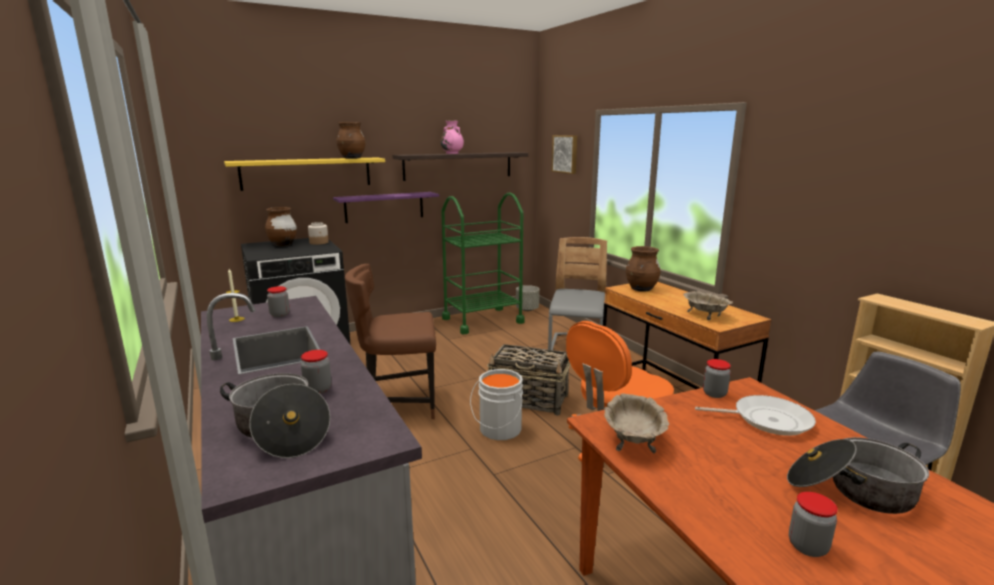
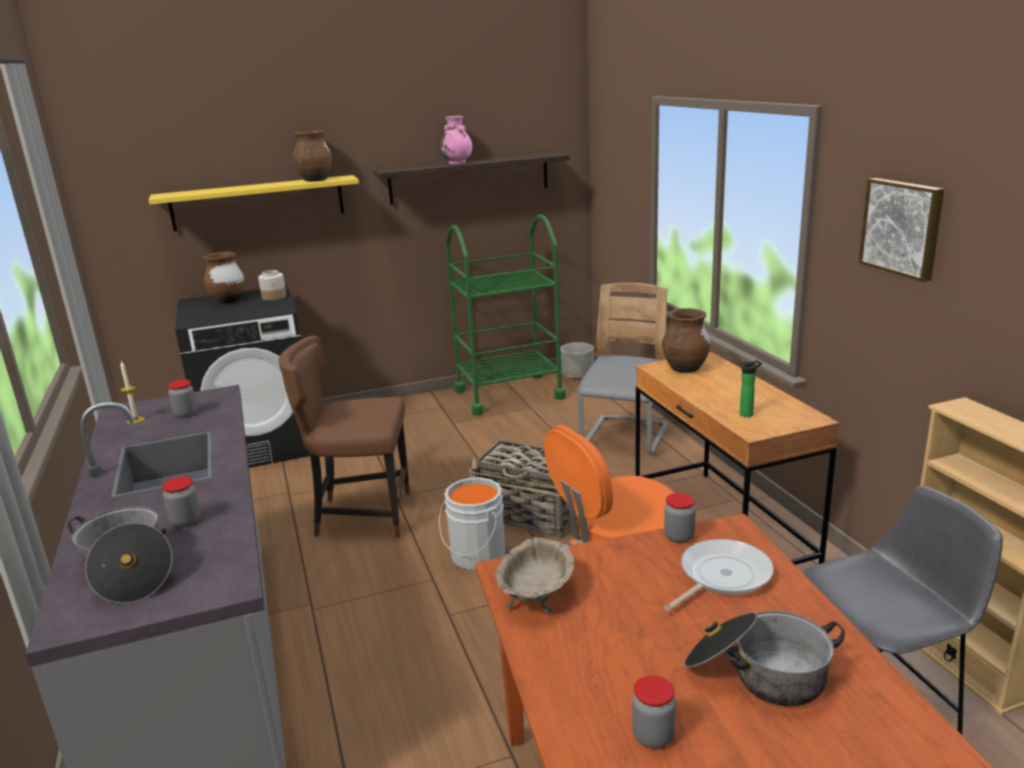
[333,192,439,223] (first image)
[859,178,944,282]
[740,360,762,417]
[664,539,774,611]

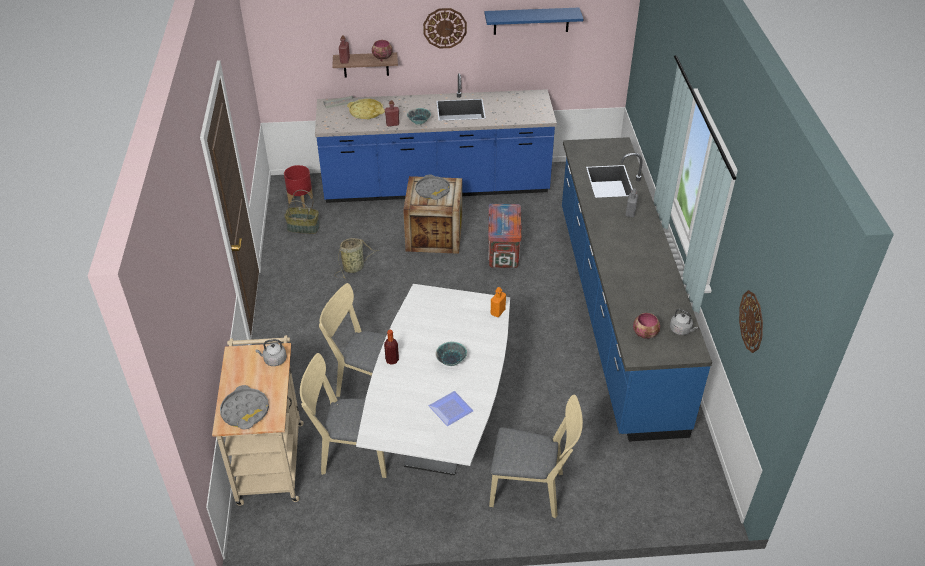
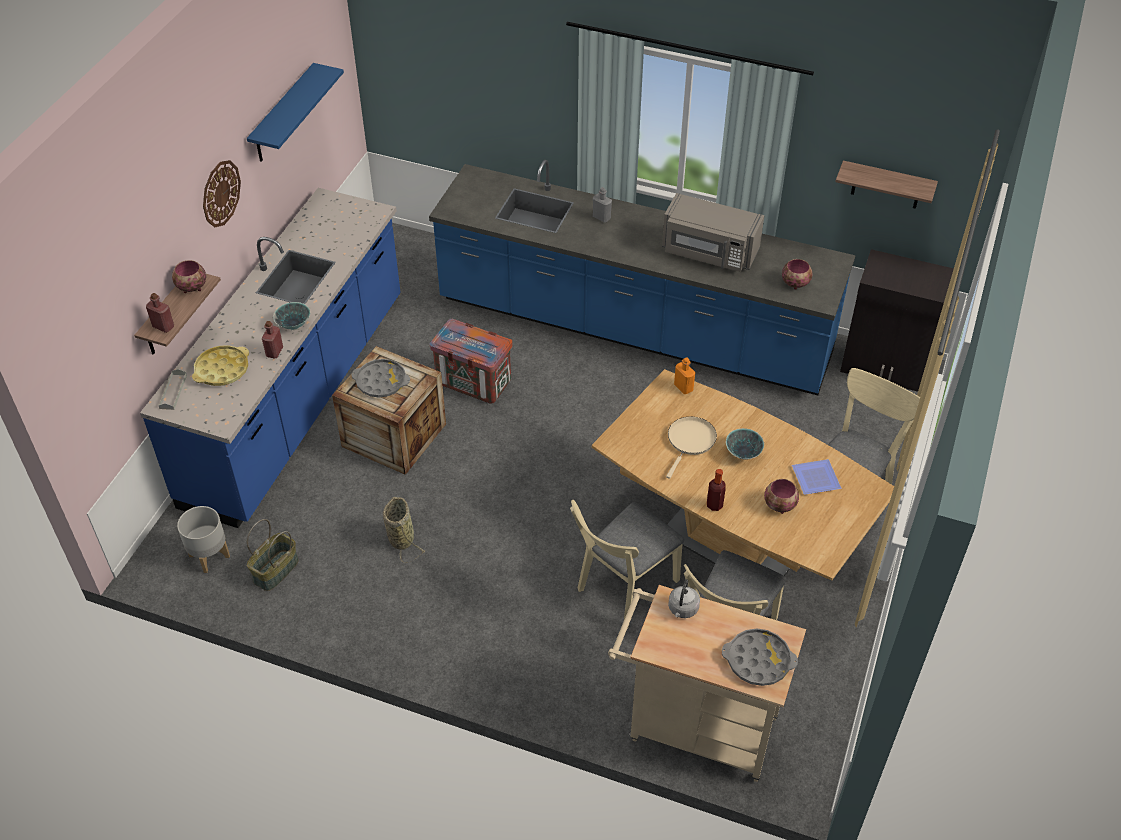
[177,506,230,573]
[592,369,894,580]
[670,309,698,335] (first image)
[835,161,938,209]
[662,193,764,272]
[666,417,717,479]
[764,479,799,514]
[840,249,954,392]

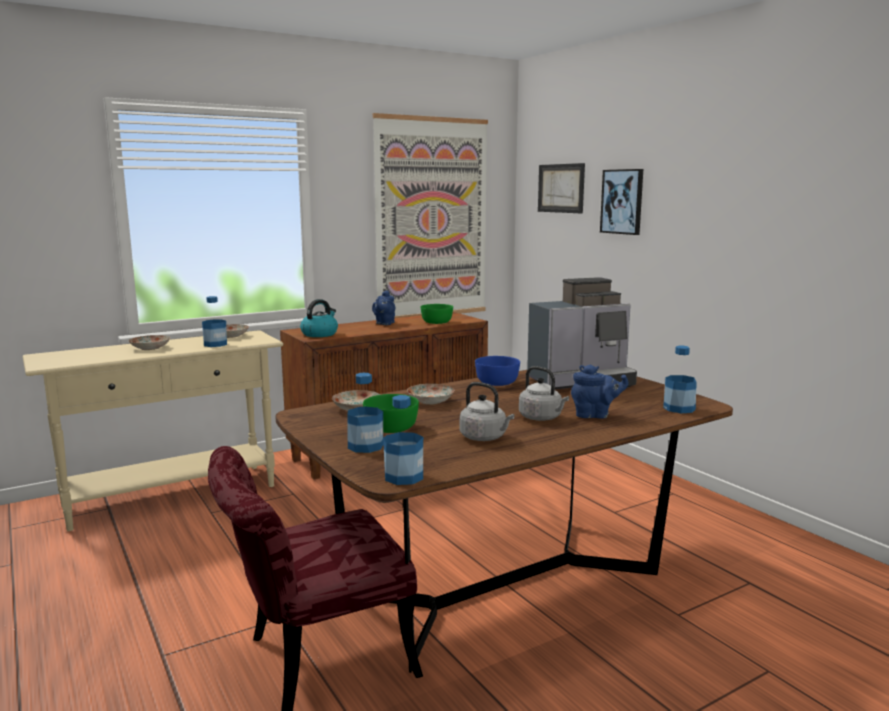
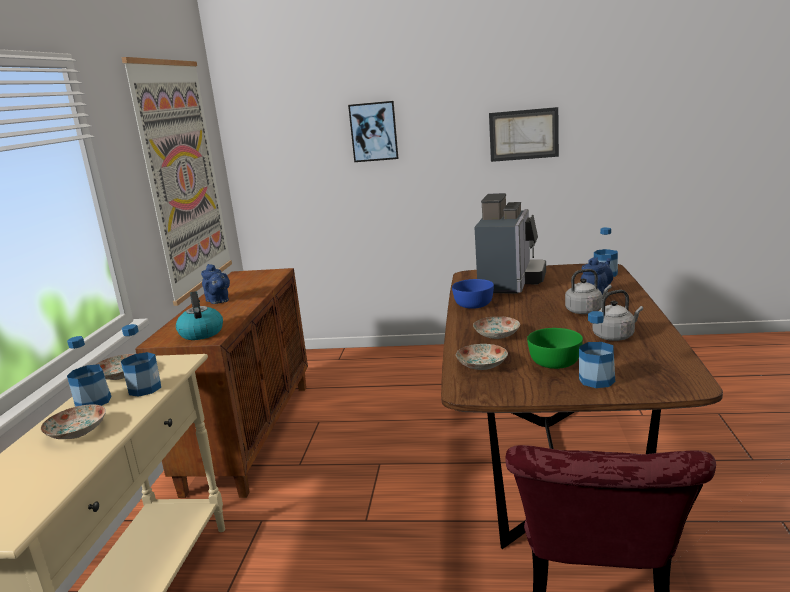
[67,336,112,407]
[421,304,453,324] (first image)
[489,107,559,162]

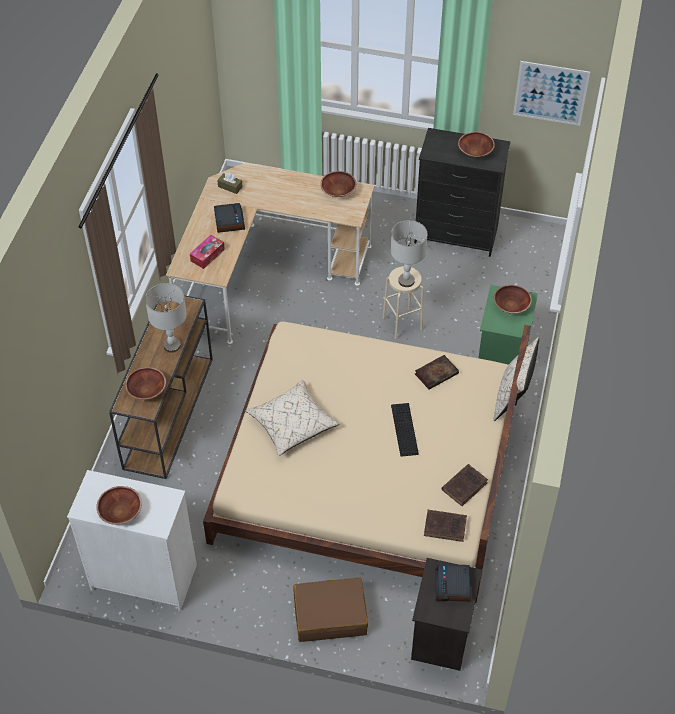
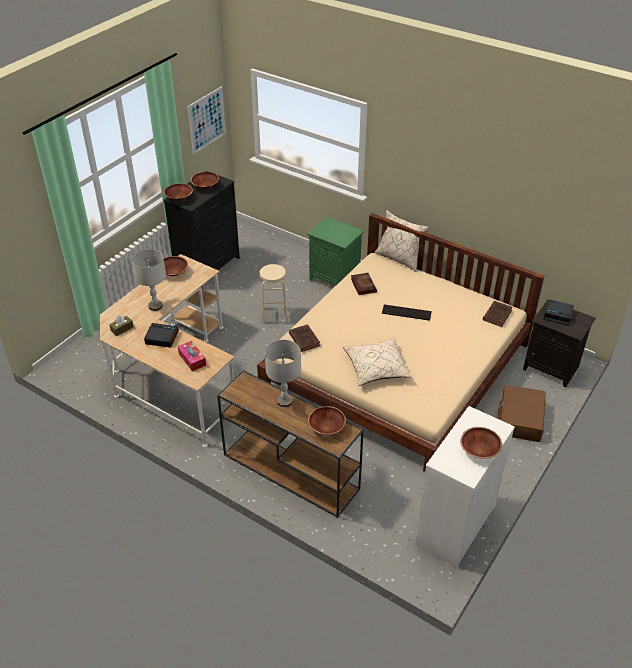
[132,249,166,311]
[289,324,320,352]
[164,183,193,202]

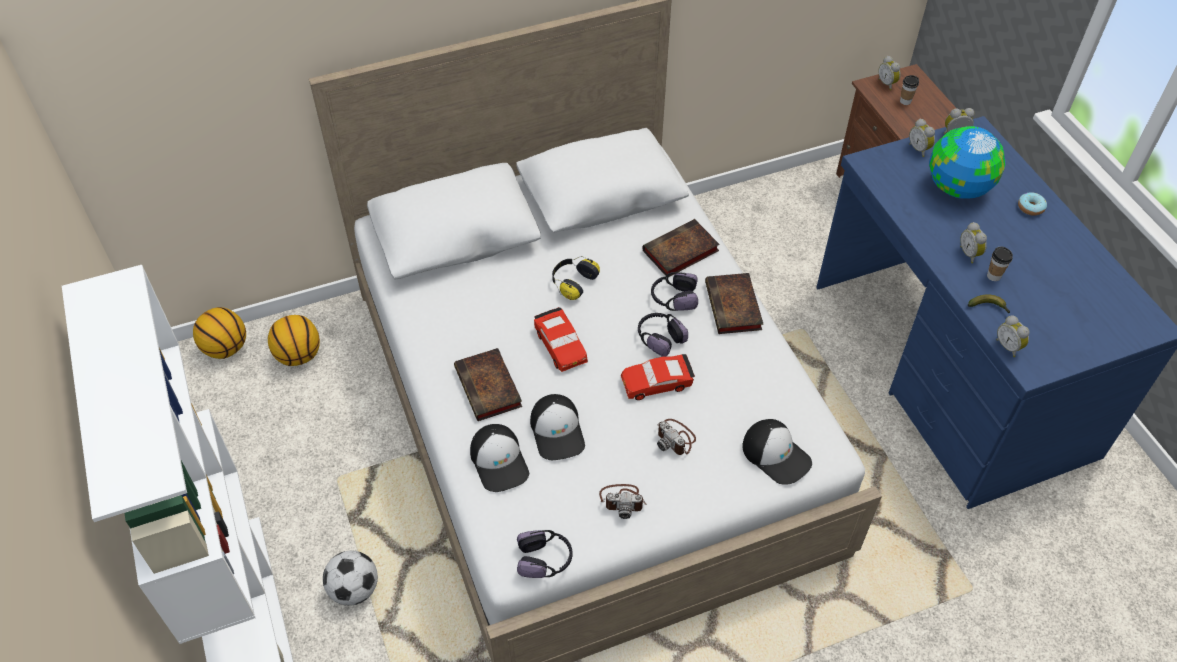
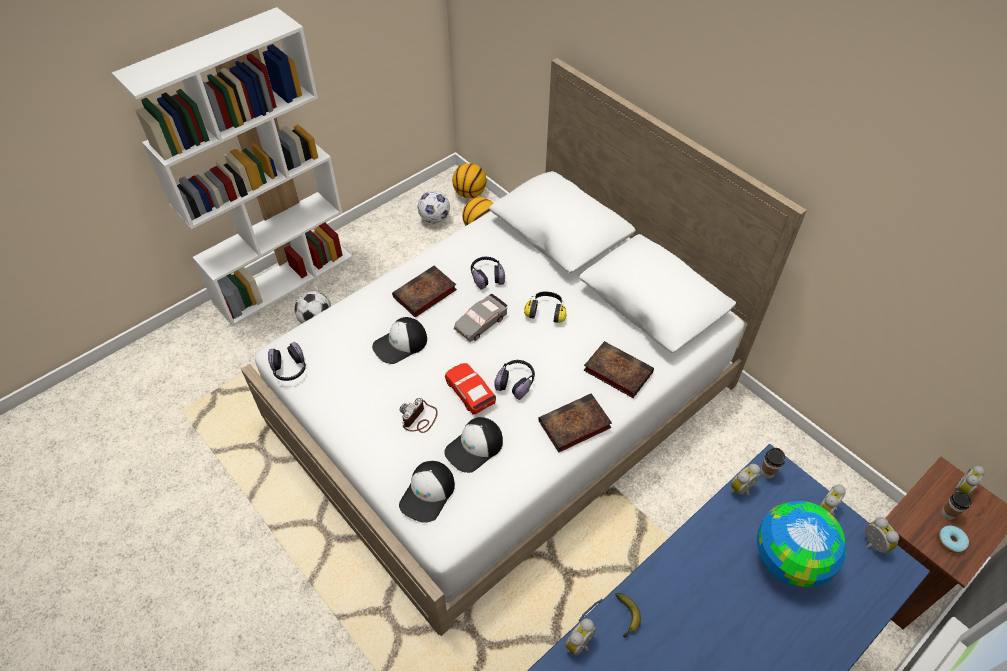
[444,417,503,473]
[454,294,508,342]
[599,484,647,519] (first image)
[471,257,505,290]
[730,464,760,496]
[760,448,785,479]
[938,526,969,553]
[418,191,450,223]

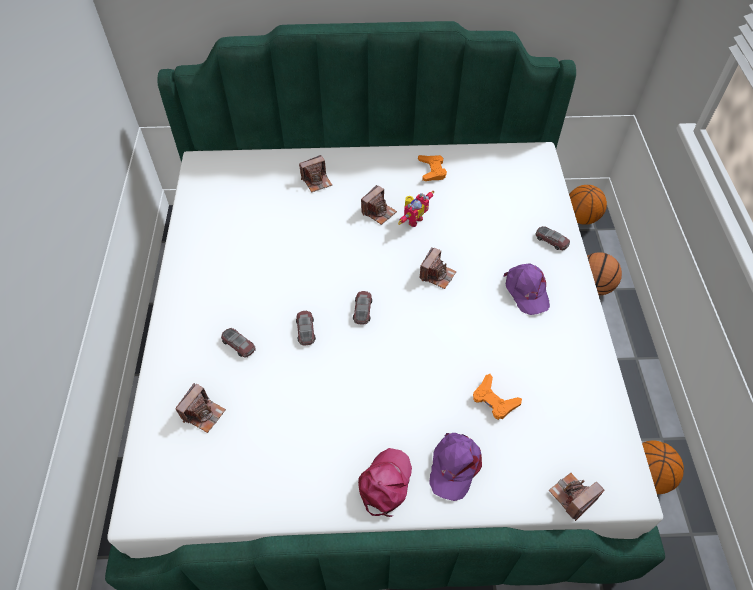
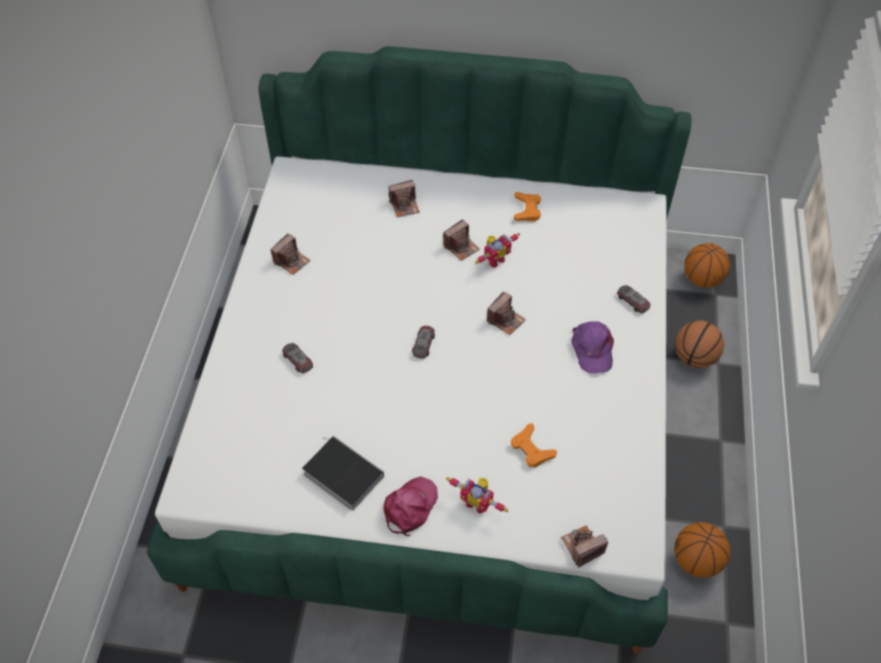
[270,233,310,275]
[296,311,316,346] (first image)
[446,477,509,514]
[302,436,384,511]

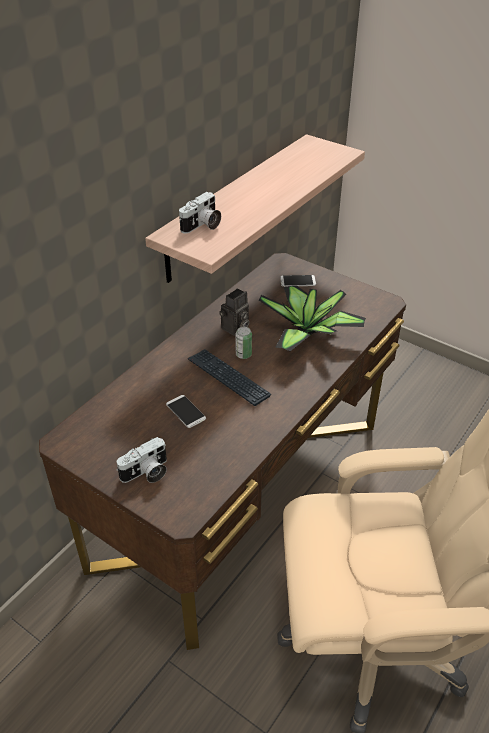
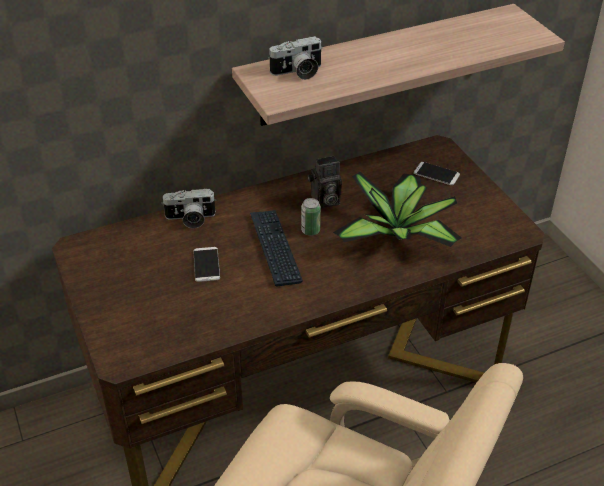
[161,189,216,228]

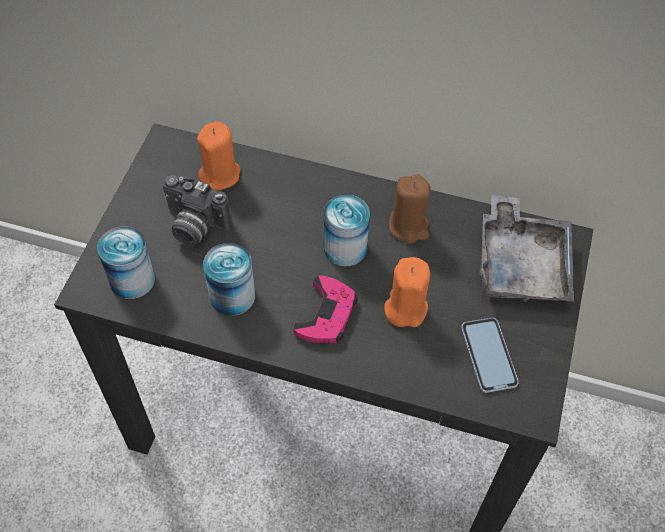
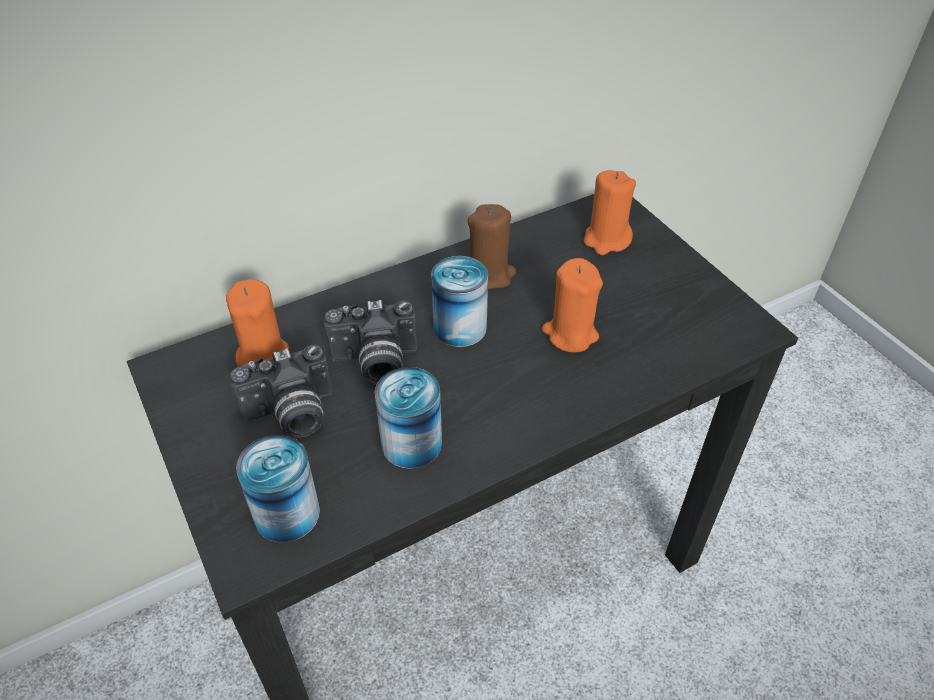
[293,276,358,343] (first image)
[461,318,519,393] (first image)
[584,170,636,255]
[324,300,417,384]

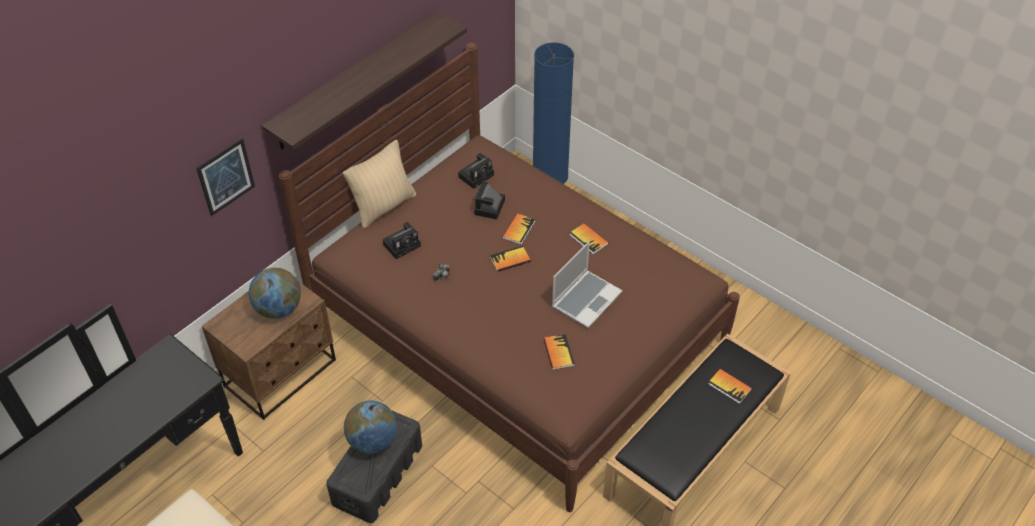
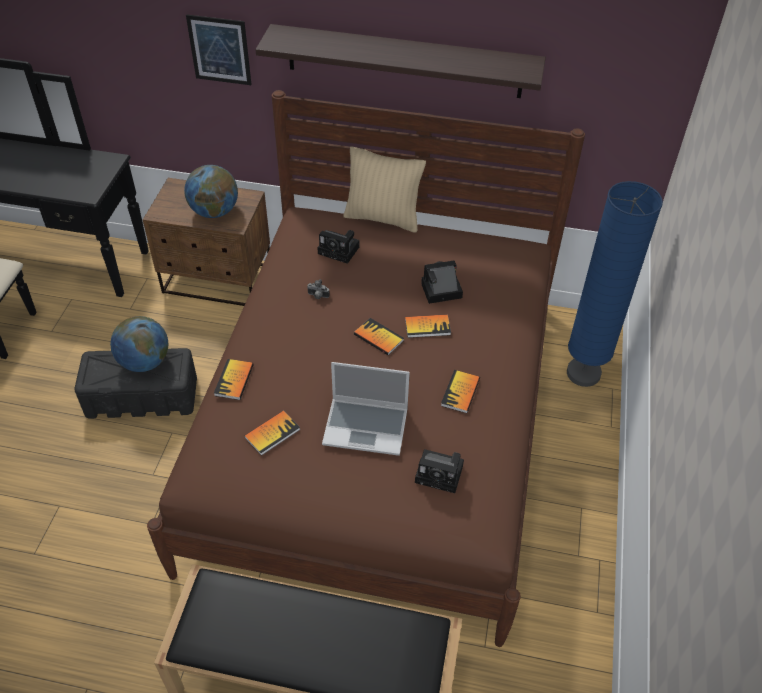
[415,449,464,493]
[214,359,254,400]

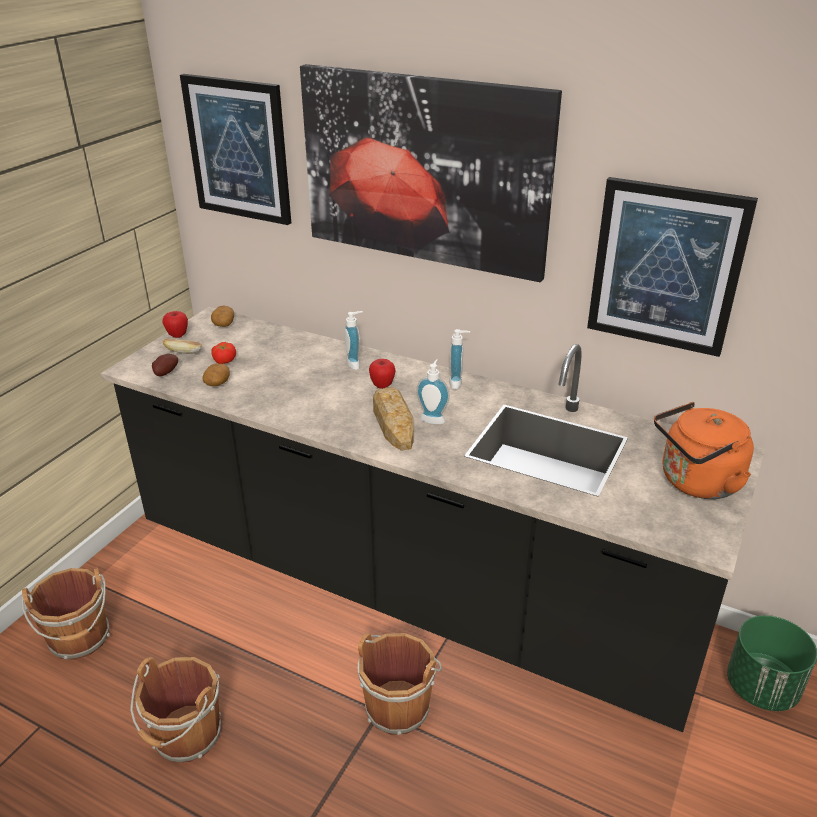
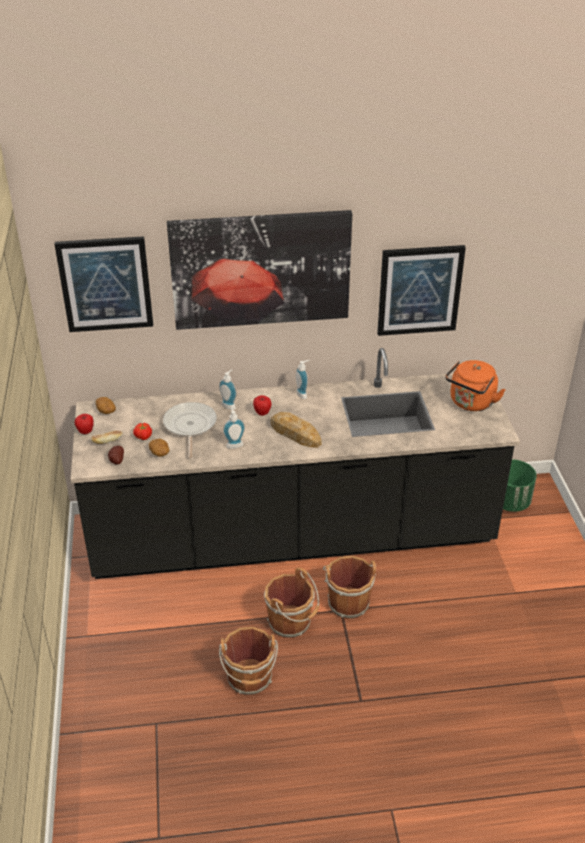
[264,567,319,638]
[223,407,245,449]
[163,402,217,458]

